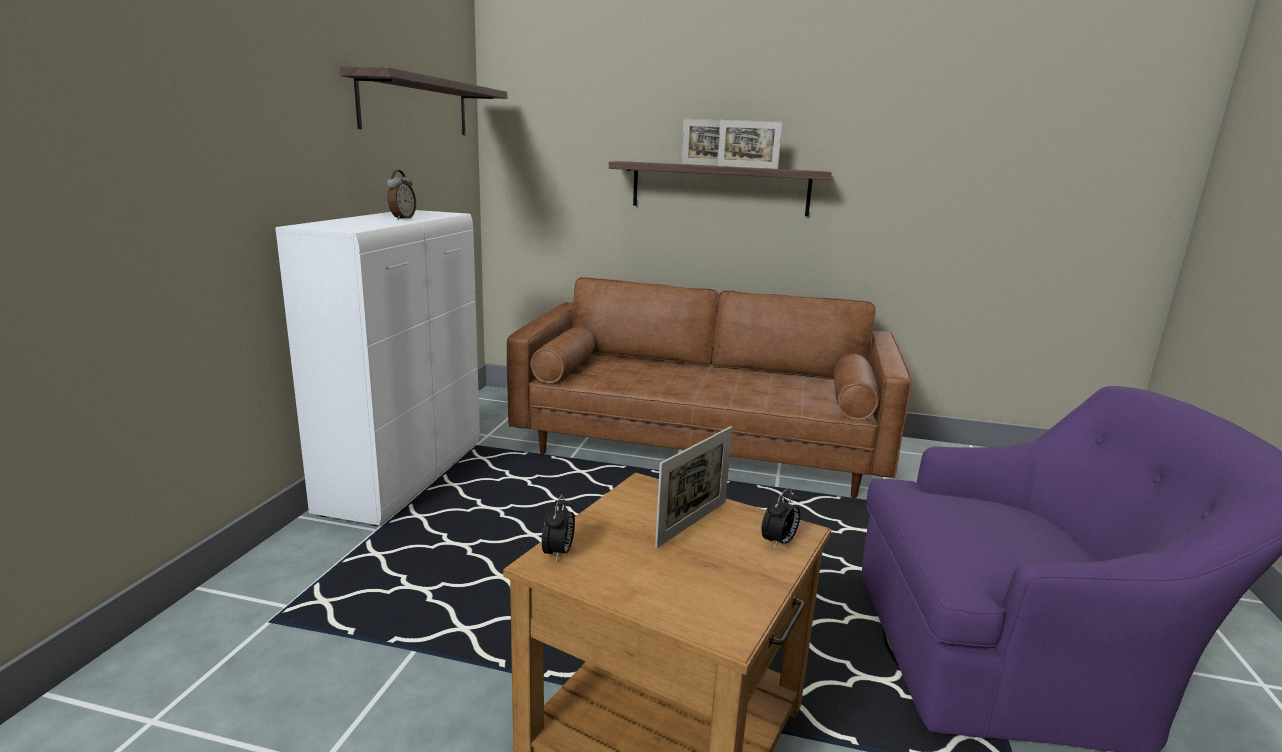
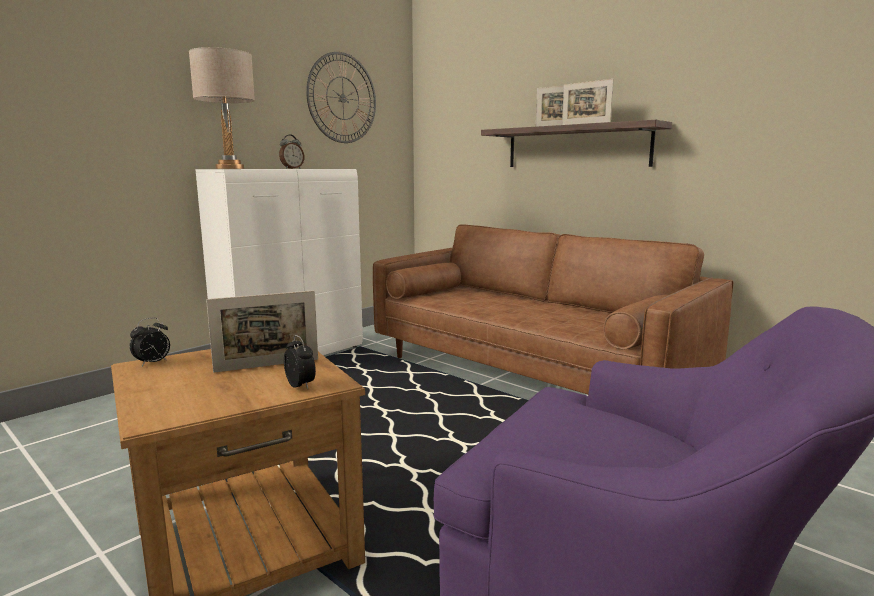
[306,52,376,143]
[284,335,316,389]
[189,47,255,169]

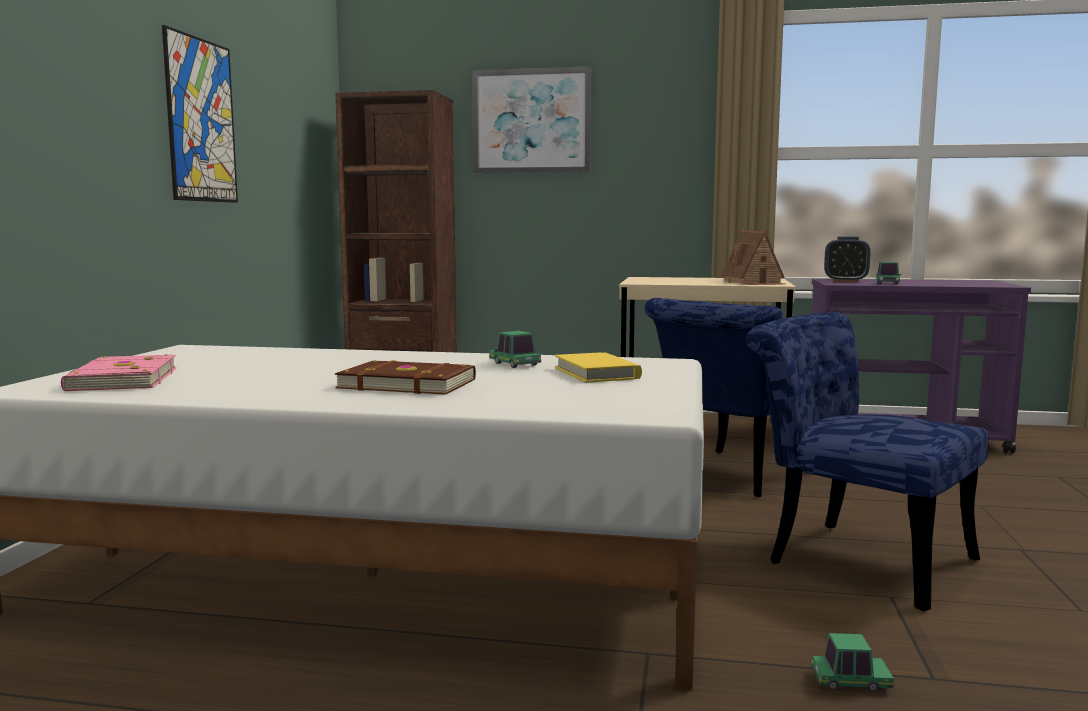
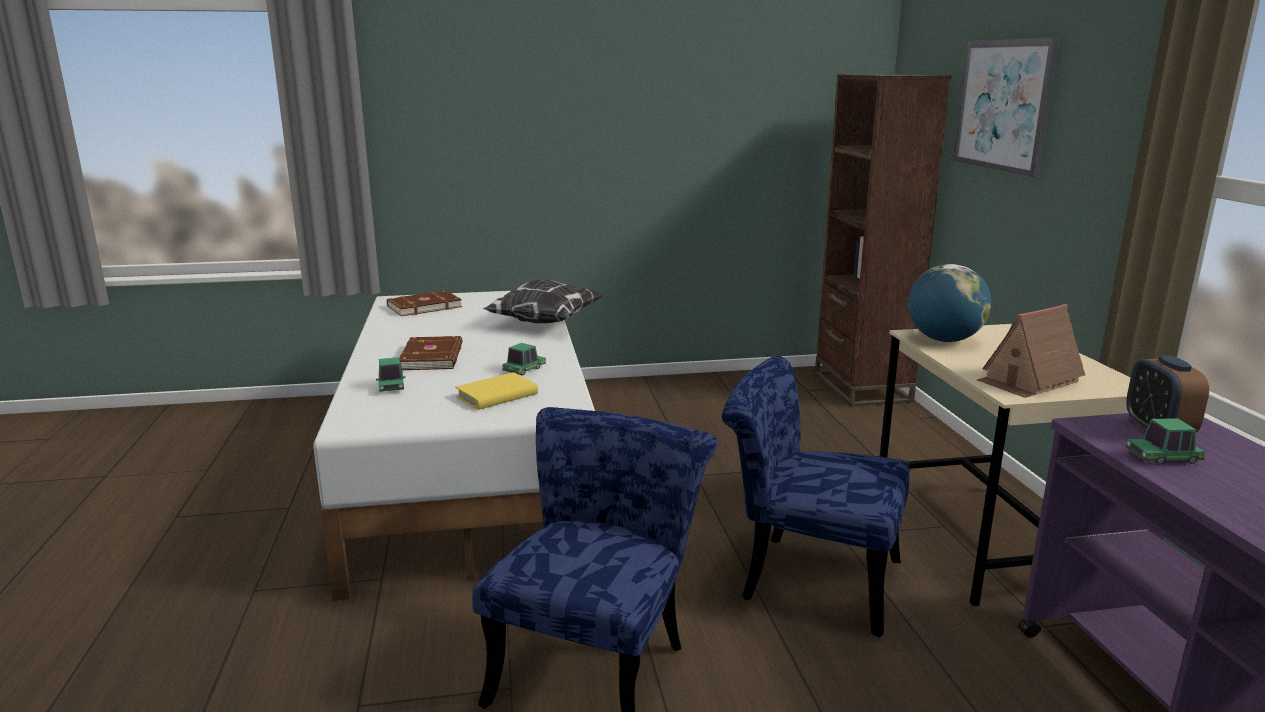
[387,291,462,317]
[162,25,238,203] (first image)
[376,357,406,392]
[483,279,603,323]
[908,264,991,342]

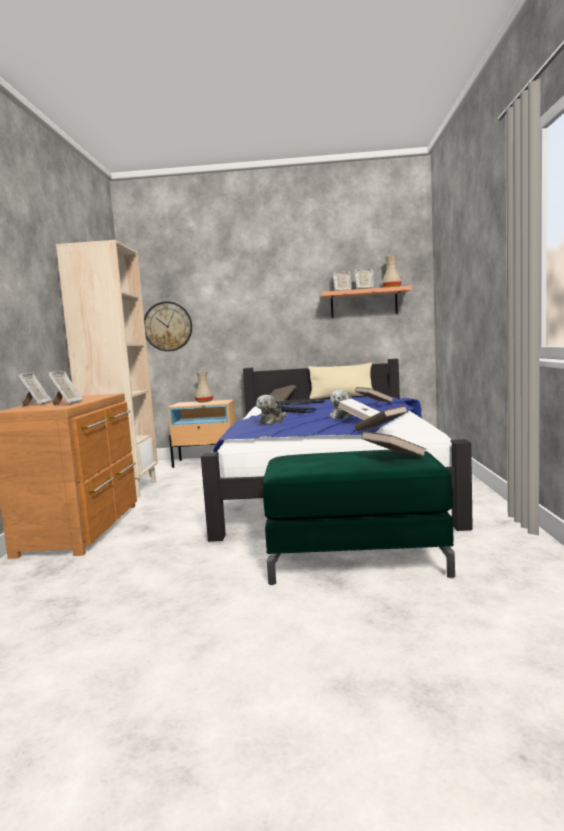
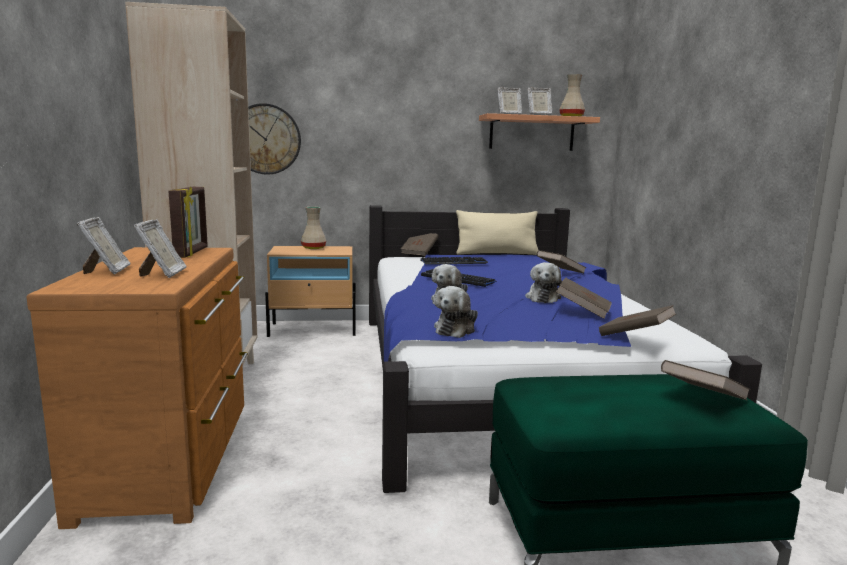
[556,278,612,319]
[169,186,208,258]
[434,286,478,338]

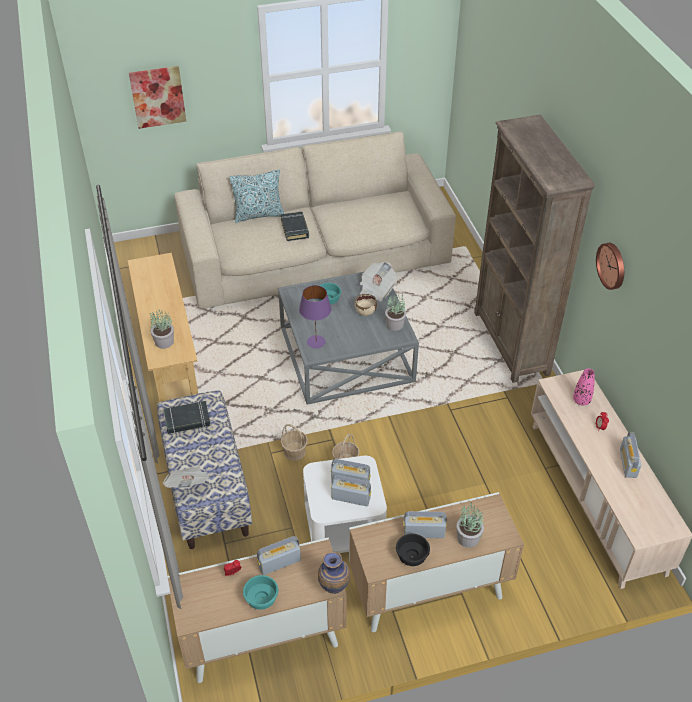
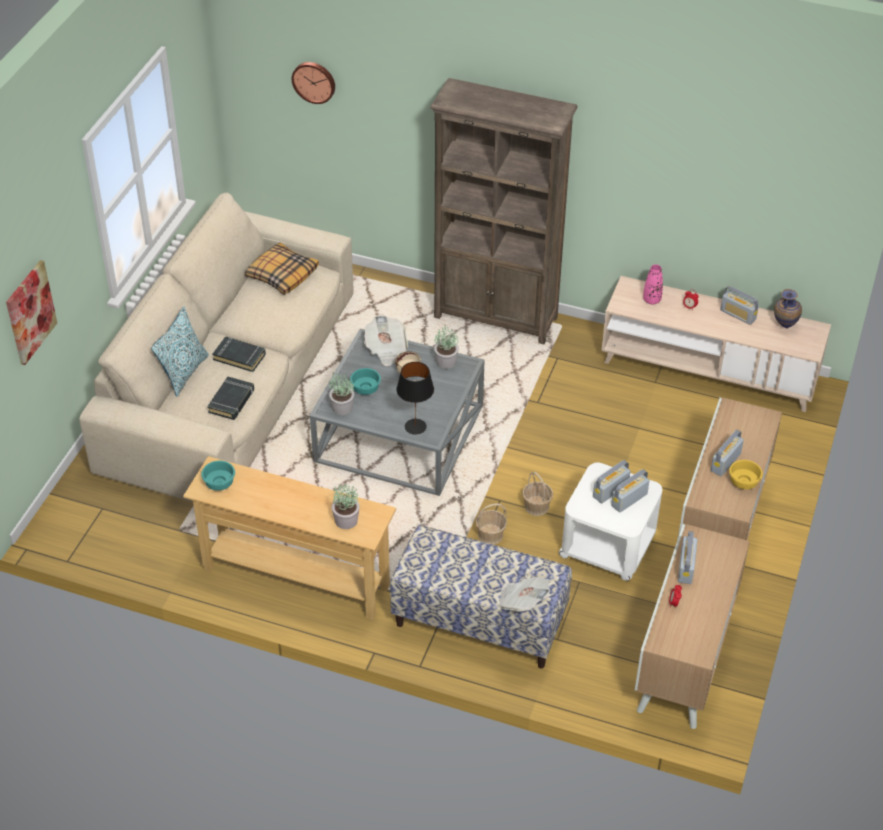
[207,377,254,420]
[201,461,235,491]
[396,362,434,435]
[774,289,802,329]
[729,460,763,489]
[329,372,354,415]
[292,62,335,104]
[245,243,319,295]

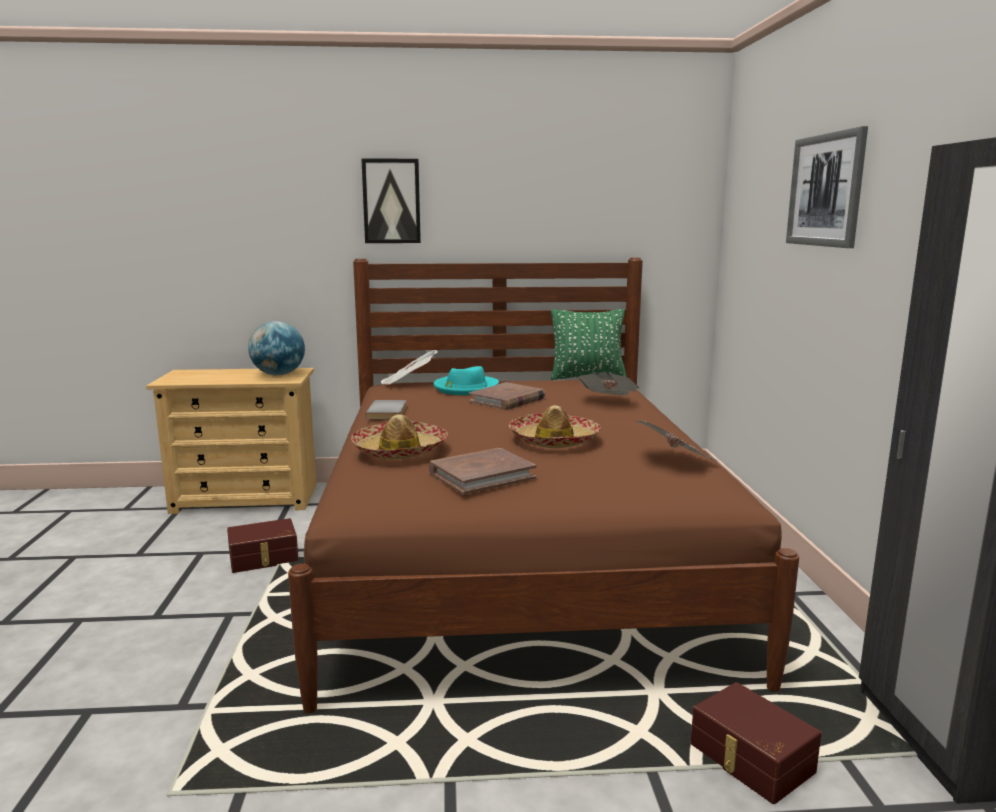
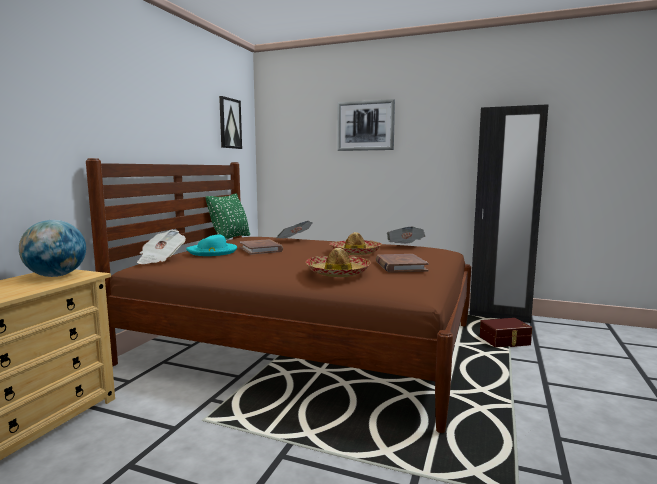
[227,518,298,573] (first image)
[219,96,242,149]
[365,400,407,419] (first image)

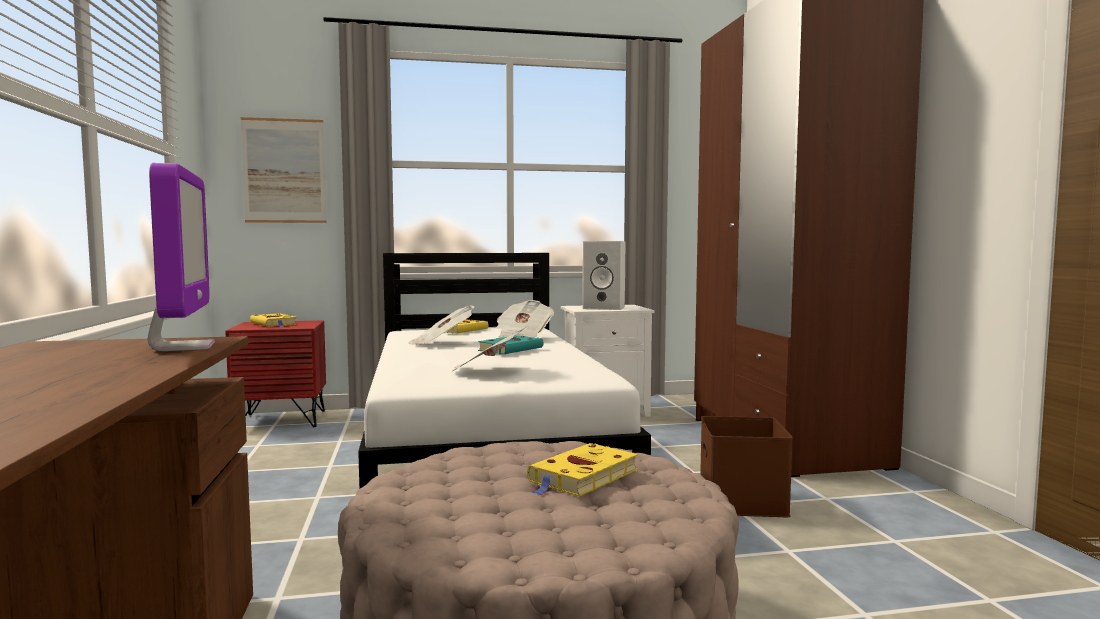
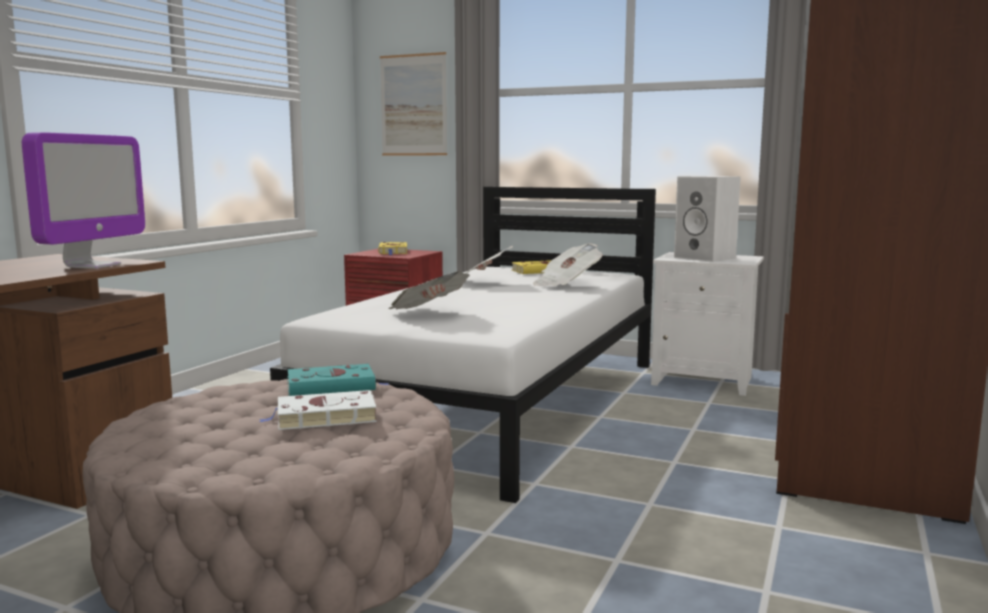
[287,364,390,396]
[259,390,377,430]
[700,416,793,517] (first image)

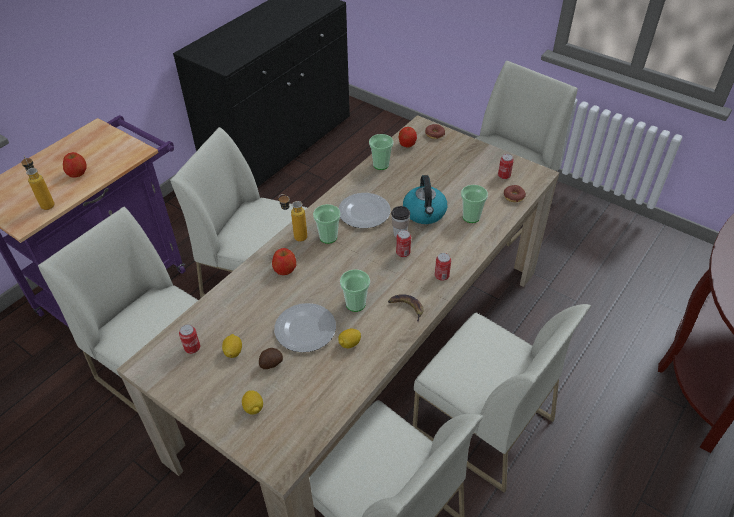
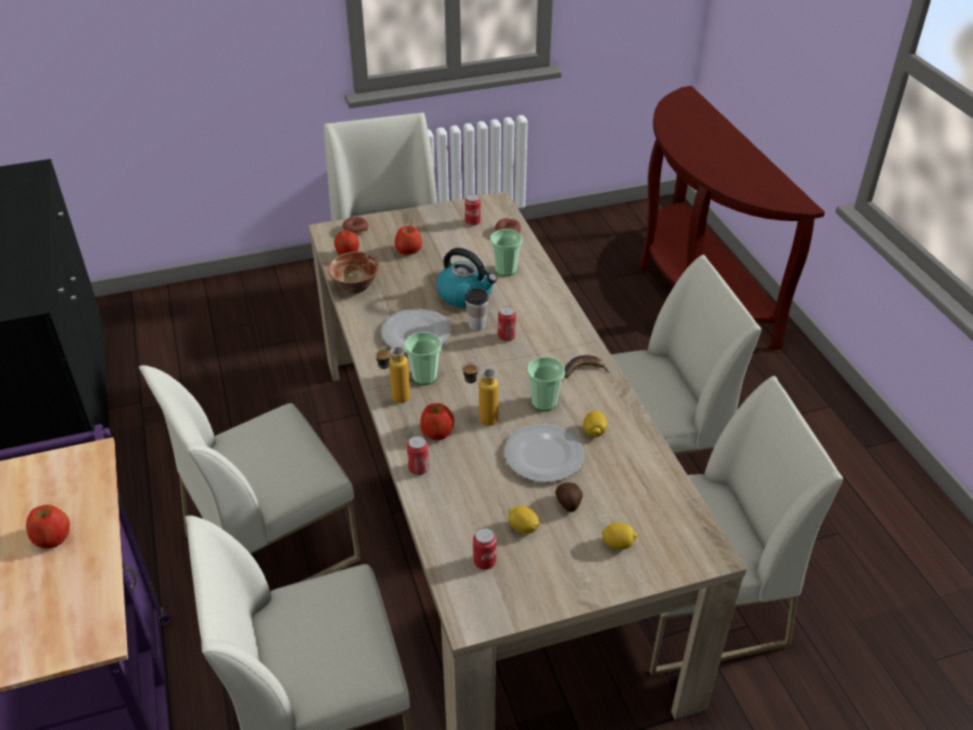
[462,362,498,426]
[328,251,379,293]
[407,436,429,475]
[395,226,422,255]

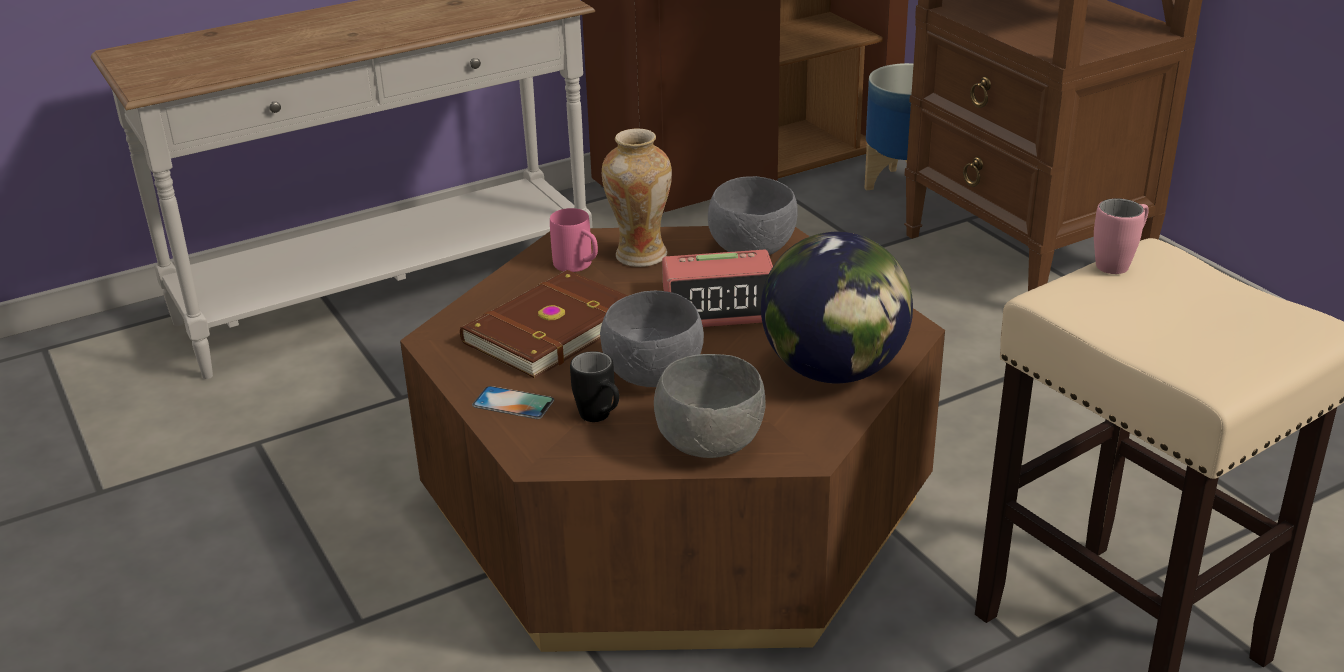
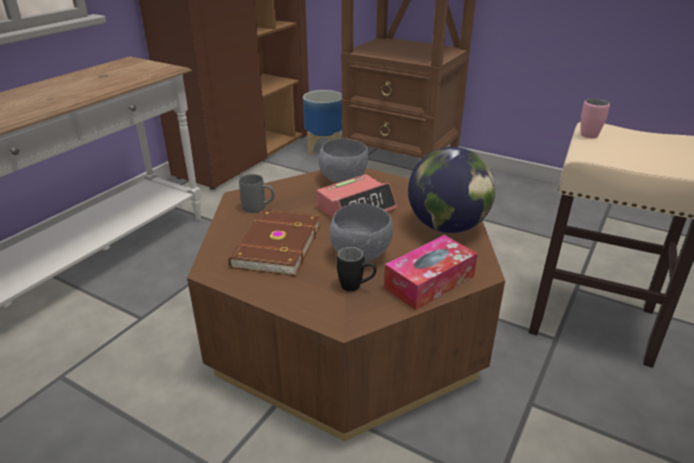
[472,386,554,419] (first image)
[239,174,275,213]
[602,128,672,267] (first image)
[384,235,478,310]

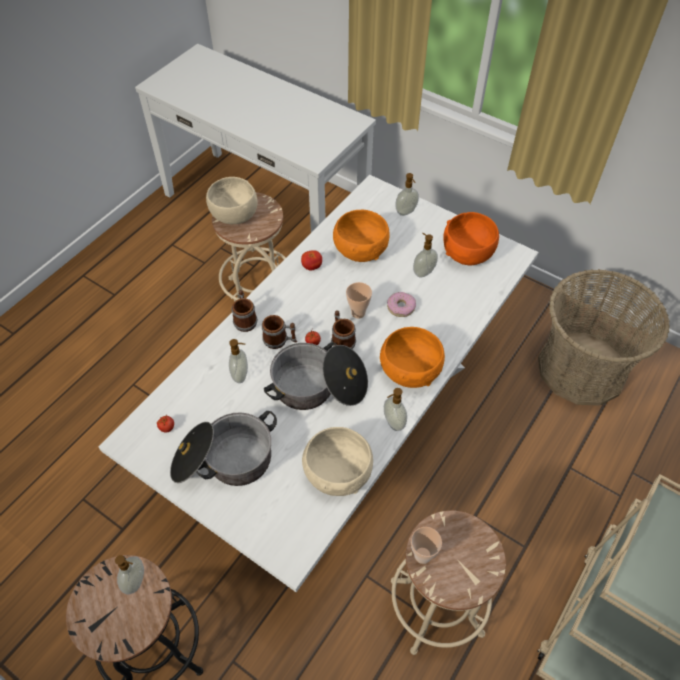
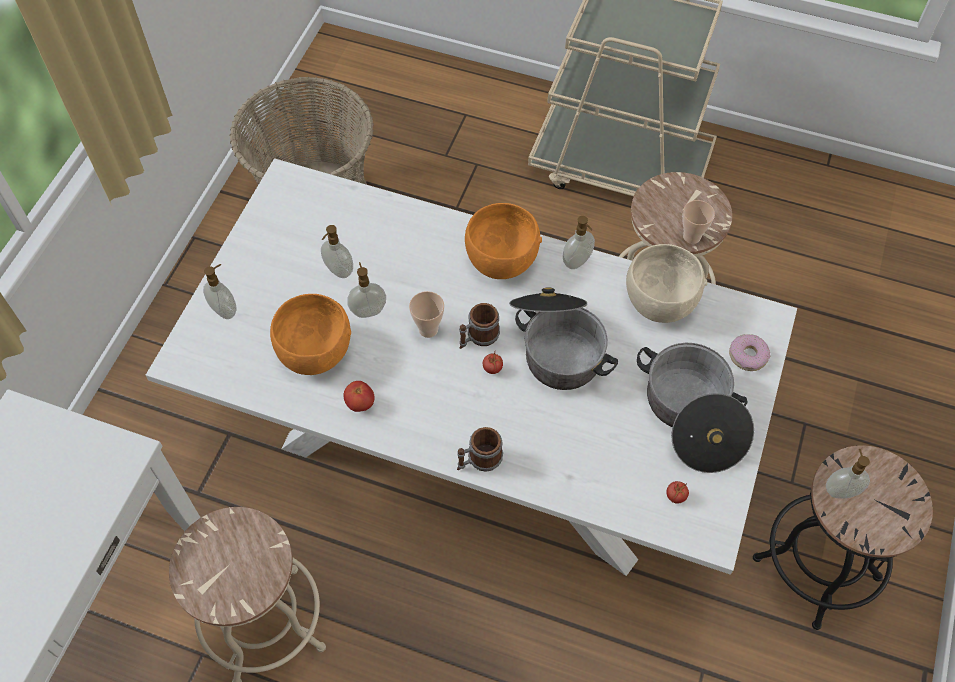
[206,177,257,224] (first image)
[347,262,386,318]
[262,315,297,349] (first image)
[729,334,770,371]
[443,212,499,265] (first image)

